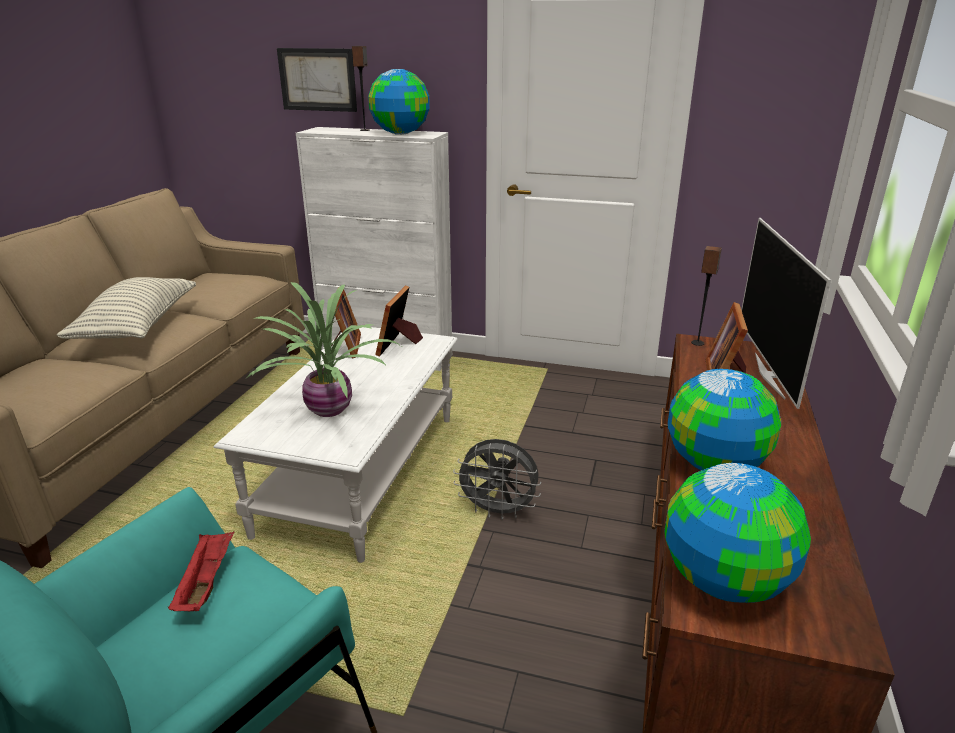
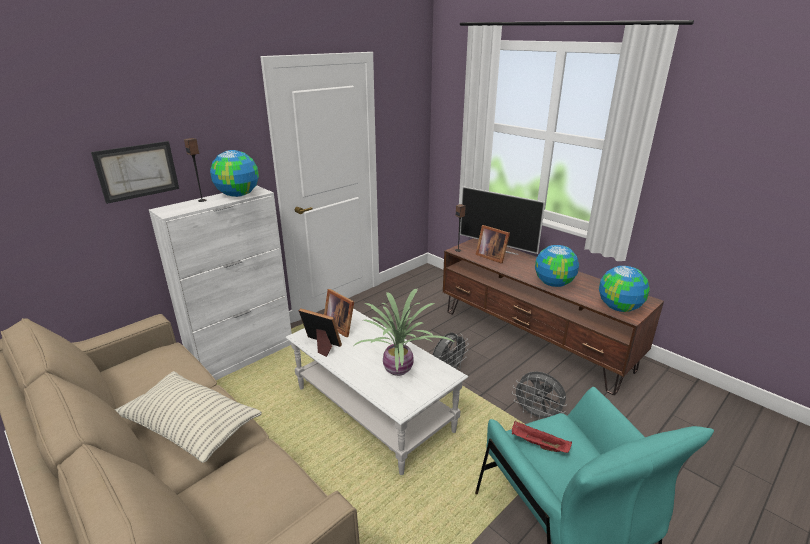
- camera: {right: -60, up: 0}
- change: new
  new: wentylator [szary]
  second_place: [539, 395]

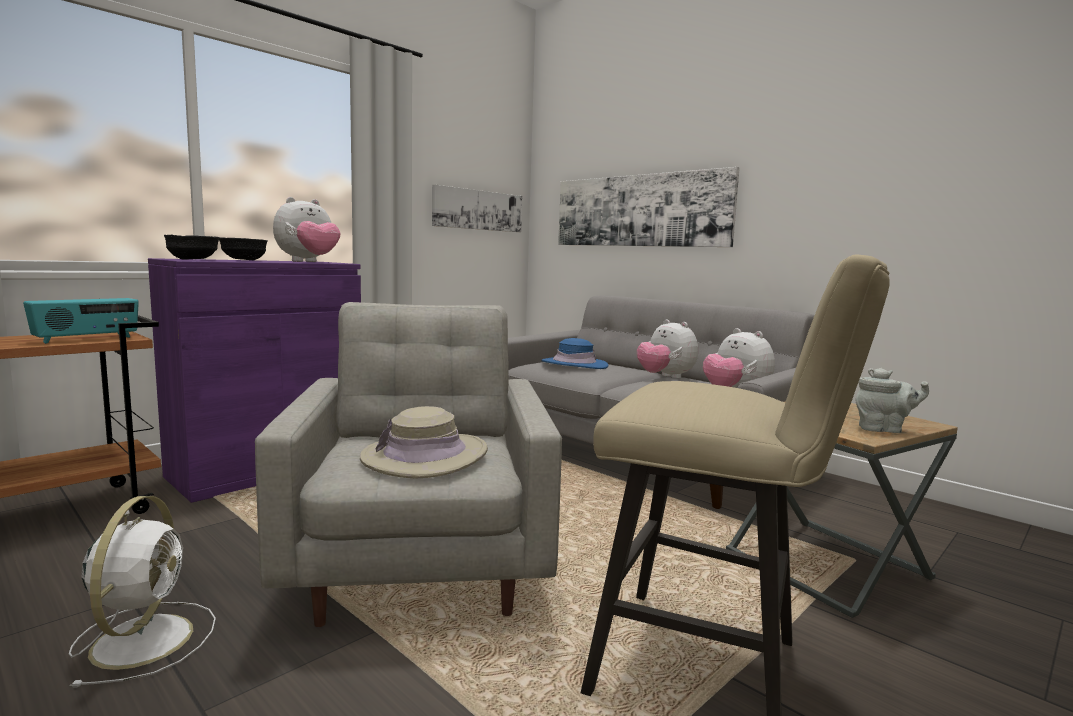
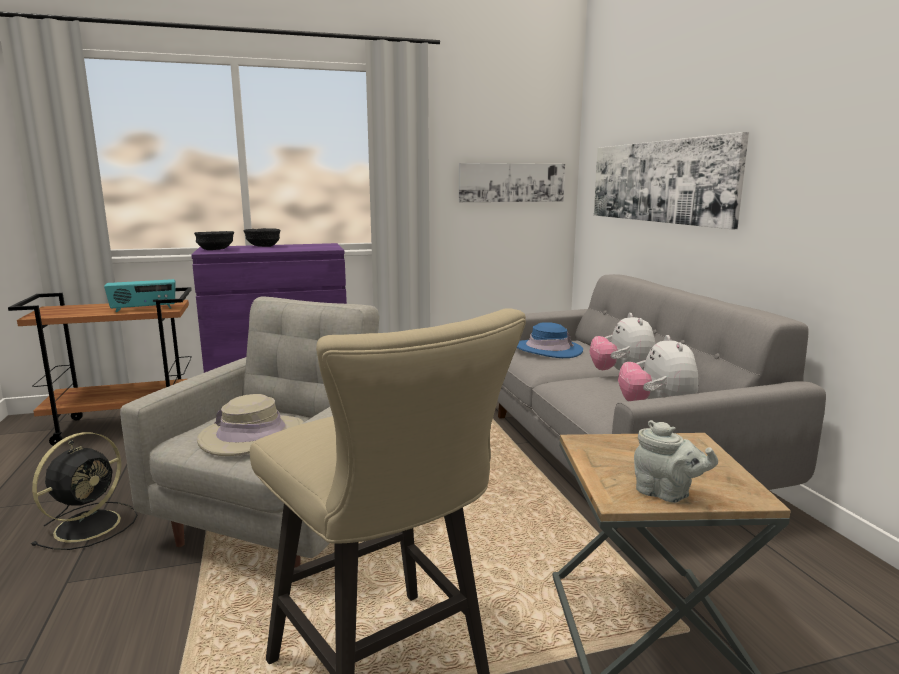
- camera: {right: 30, up: 5}
- change: gone
  old: pluszak
  first_place: [307, 229]
- change: repainted
  old: wentylator [biały]
  new: wentylator [czarny]
  first_place: [142, 592]
  second_place: [84, 491]

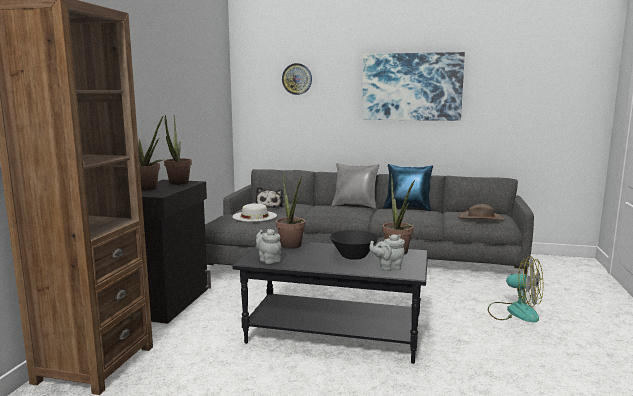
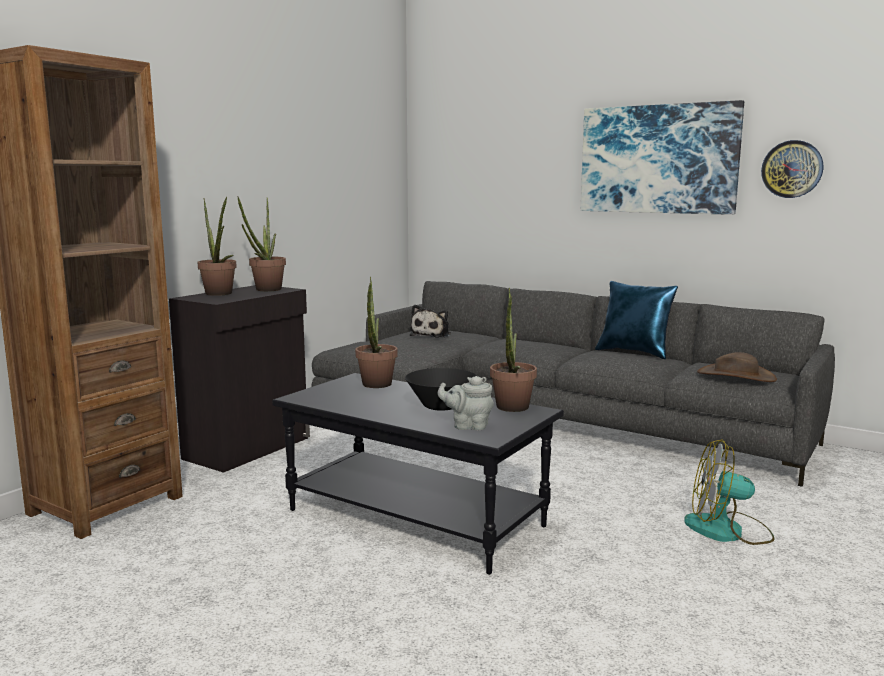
- camera: {right: 20, up: 0}
- change: shifted
  old: zegar ścienny
  first_place: [297, 79]
  second_place: [792, 169]
- change: gone
  old: poduszka [szary]
  first_place: [355, 186]
- change: gone
  old: kapelusz [biały]
  first_place: [254, 212]
- change: gone
  old: imbryk [szary]
  first_place: [268, 246]
- change: rotated
  old: wentylator
  first_place: [515, 289]
  second_place: [729, 492]
  degrees: 135

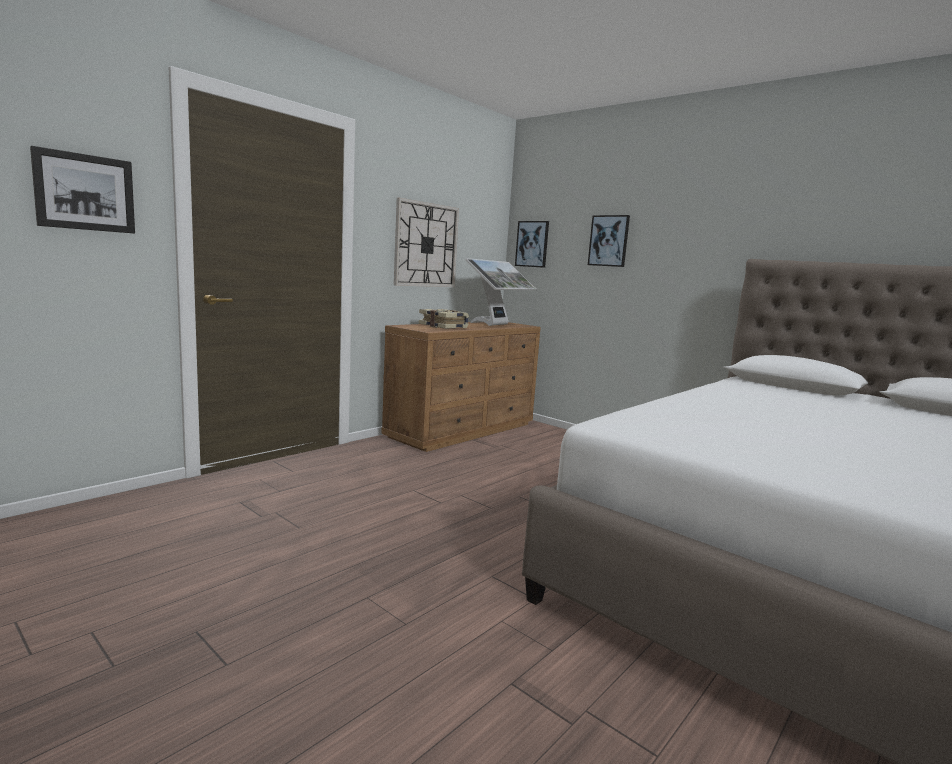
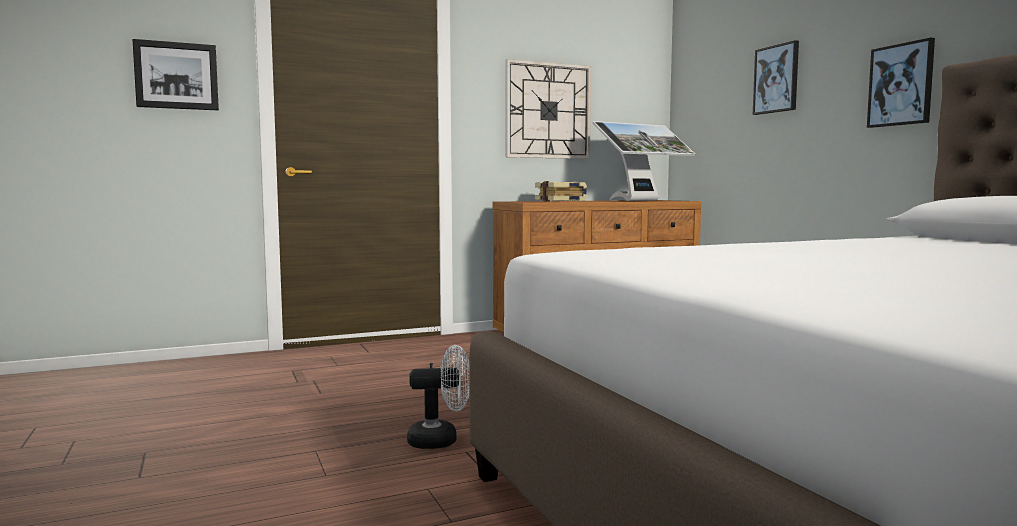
- camera: {right: 25, up: -5}
- change: shifted
  old: obraz
  first_place: [532, 244]
  second_place: [901, 83]
- change: new
  new: wentylator [biały]
  second_place: [438, 397]

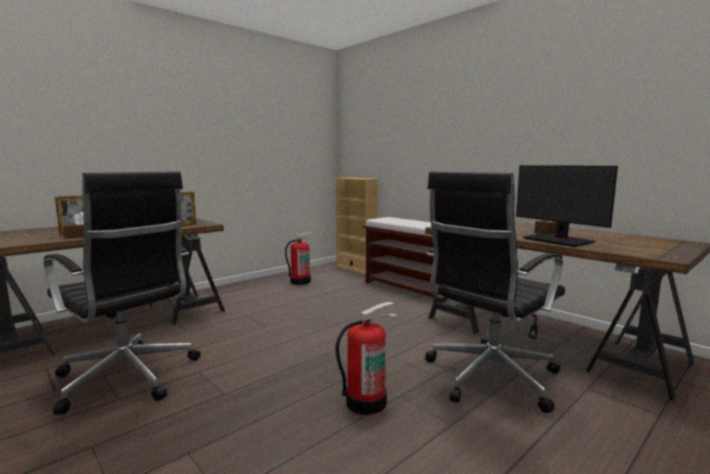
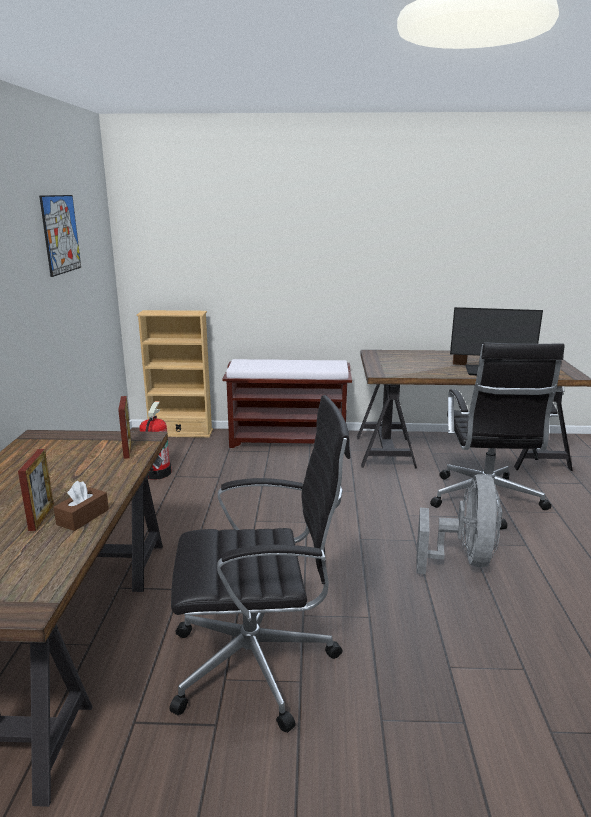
- camera: {right: -45, up: 10}
- change: swapped
  old: gaśnica
  new: wentylator [szary]
  first_place: [366, 358]
  second_place: [458, 524]
- change: new
  new: obraz
  second_place: [60, 236]

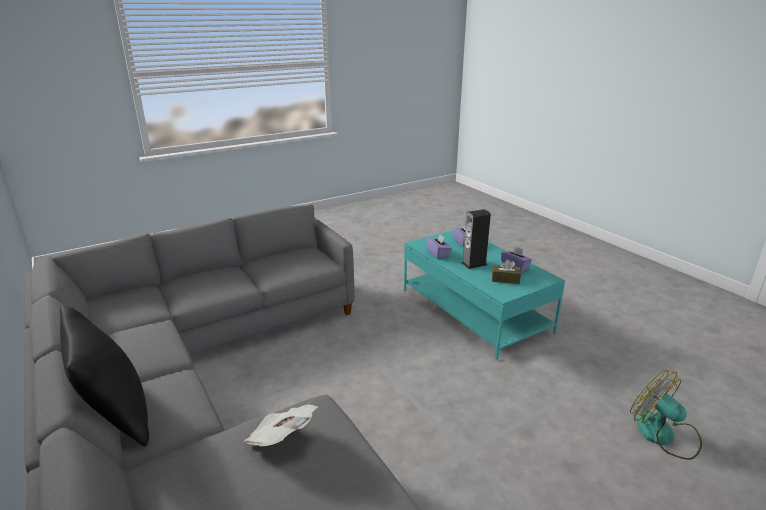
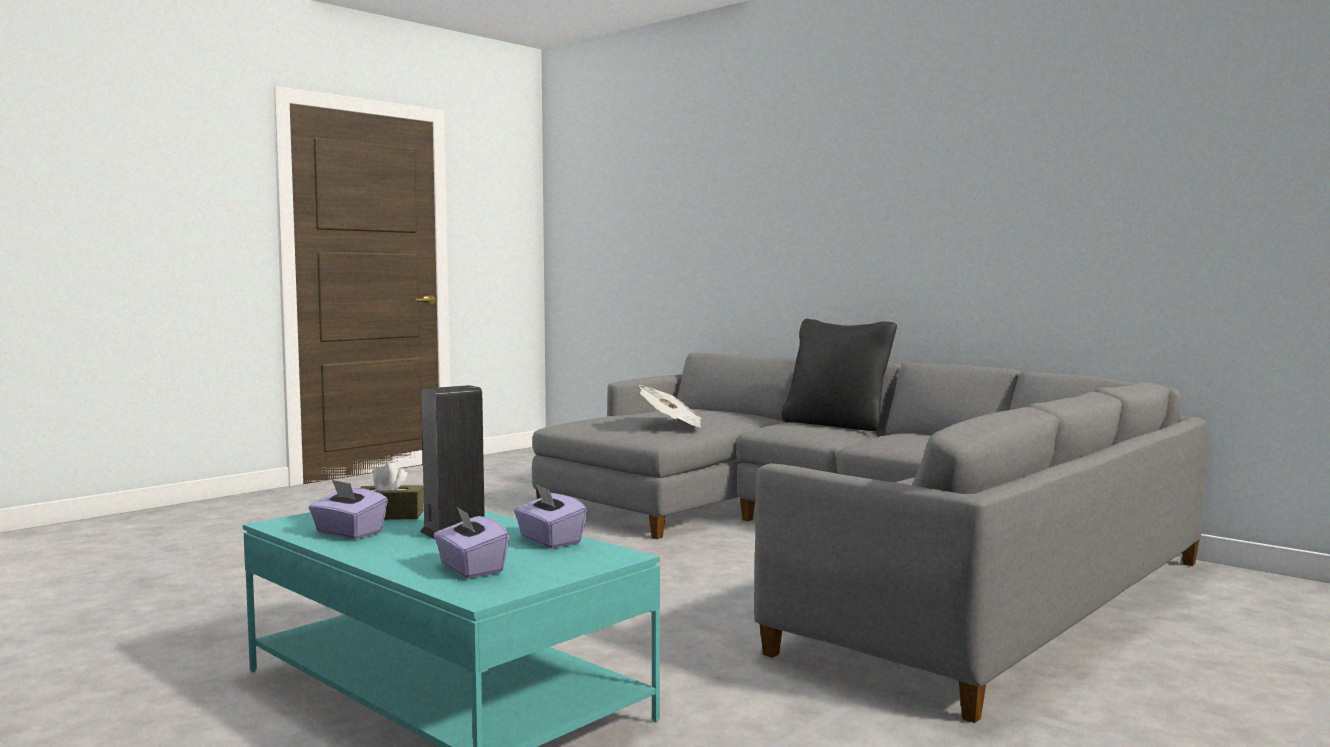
- camera: {right: 165, up: -20}
- change: gone
  old: wentylator
  first_place: [666, 415]

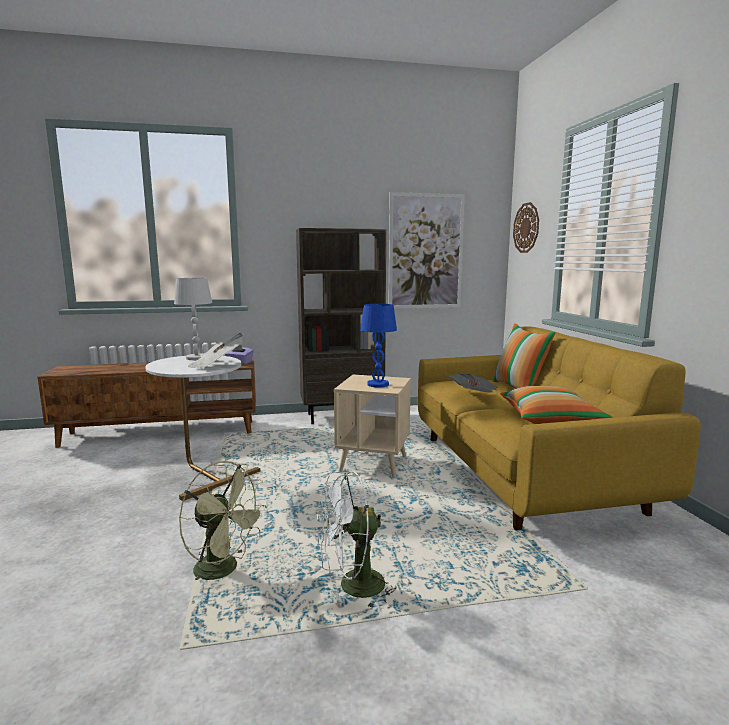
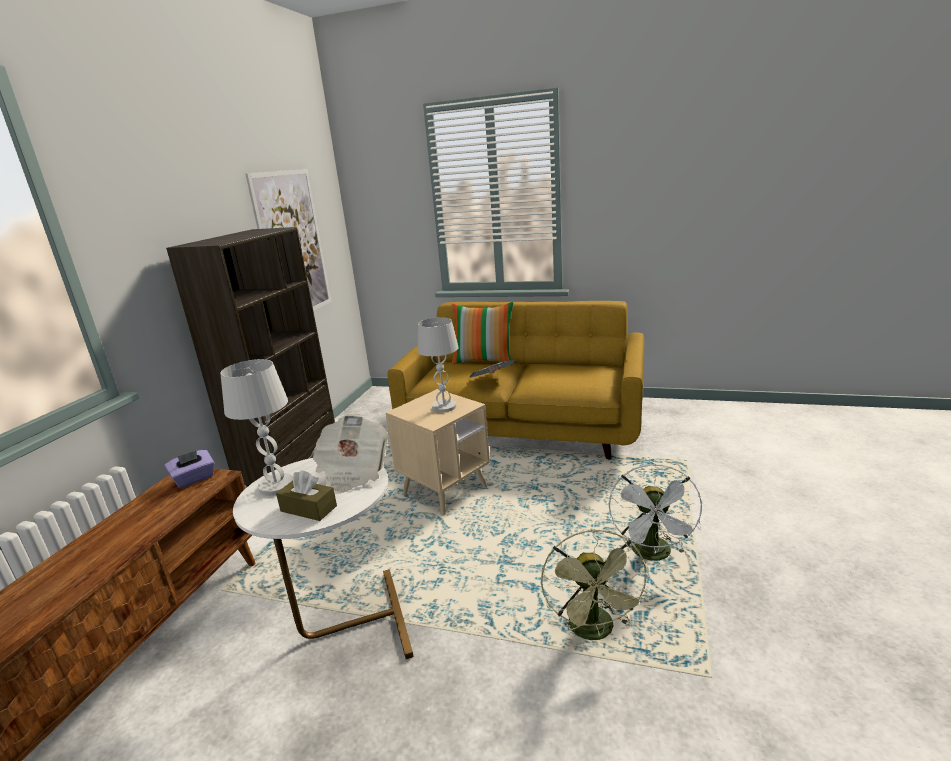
- camera: {right: -60, up: 10}
- change: gone
  old: zegar ścienny
  first_place: [526, 227]
- change: repainted
  old: lampa stołowa [niebieski]
  new: lampa stołowa [biały]
  first_place: [378, 346]
  second_place: [438, 364]
- change: gone
  old: poduszka
  first_place: [556, 405]
- change: rotated
  old: wentylator [zielony]
  first_place: [223, 521]
  second_place: [595, 584]
  degrees: 120
- change: new
  new: pudełko chusteczek [brązowy]
  second_place: [306, 495]

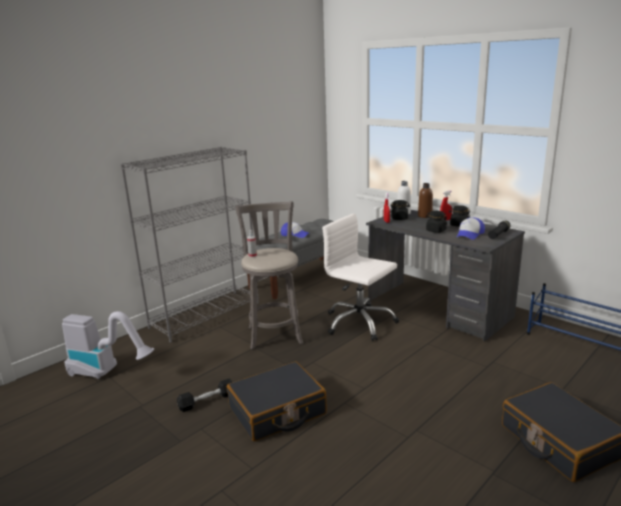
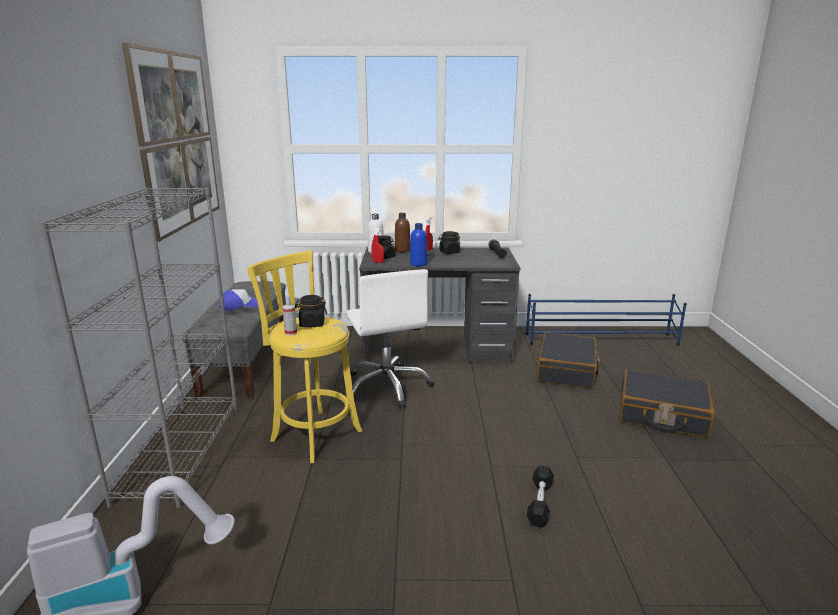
- camera: {right: -45, up: 0}
- change: repainted
  old: stołek [szary]
  new: stołek [żółty]
  first_place: [269, 275]
  second_place: [304, 356]
- change: shifted
  old: słoik [czarny]
  first_place: [436, 222]
  second_place: [311, 311]
- change: rotated
  old: krzesło biurowe [biały]
  first_place: [360, 277]
  second_place: [390, 339]
  degrees: -105
- change: gone
  old: czapka z daszkiem
  first_place: [471, 228]
- change: shifted
  old: walizka [czarny]
  first_place: [277, 401]
  second_place: [568, 360]
- change: shifted
  old: hantel [czarny]
  first_place: [205, 395]
  second_place: [540, 496]
- change: new
  new: obraz
  second_place: [171, 142]
- change: new
  new: butelka [niebieski]
  second_place: [418, 244]

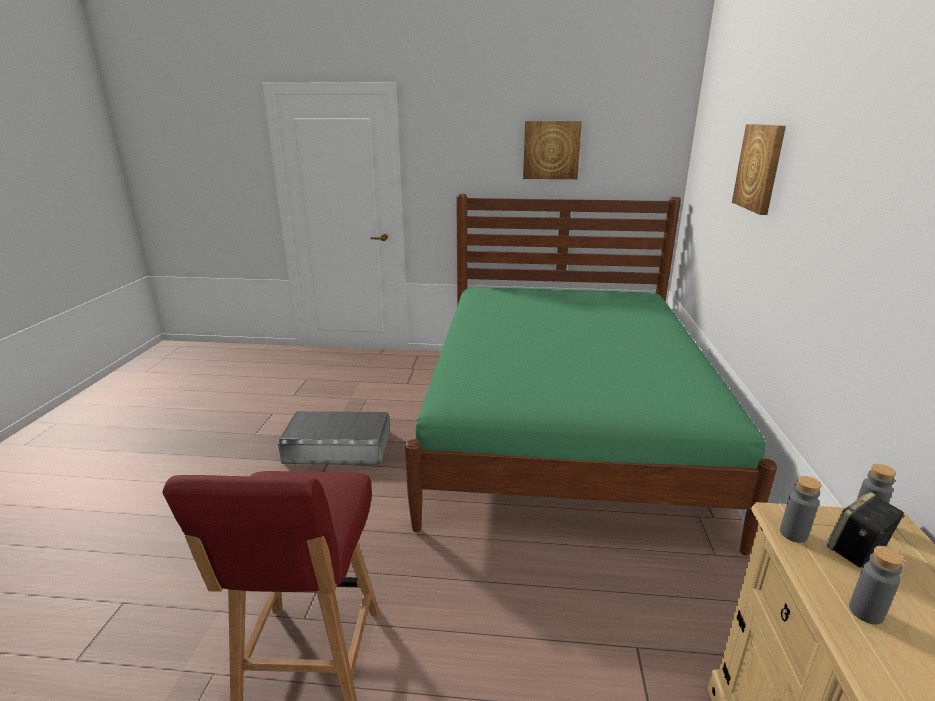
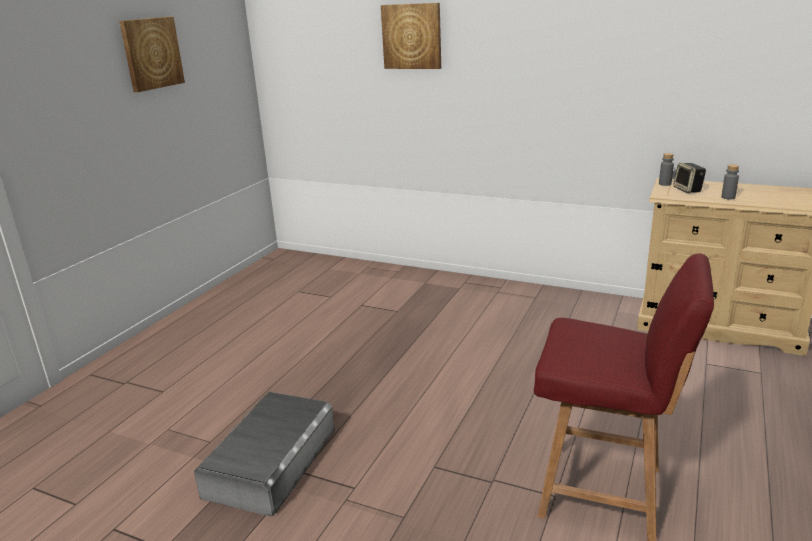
- camera: {right: -70, up: 0}
- change: gone
  old: łóżko [zielony]
  first_place: [591, 375]
- change: gone
  old: butelka [szary]
  first_place: [800, 509]

